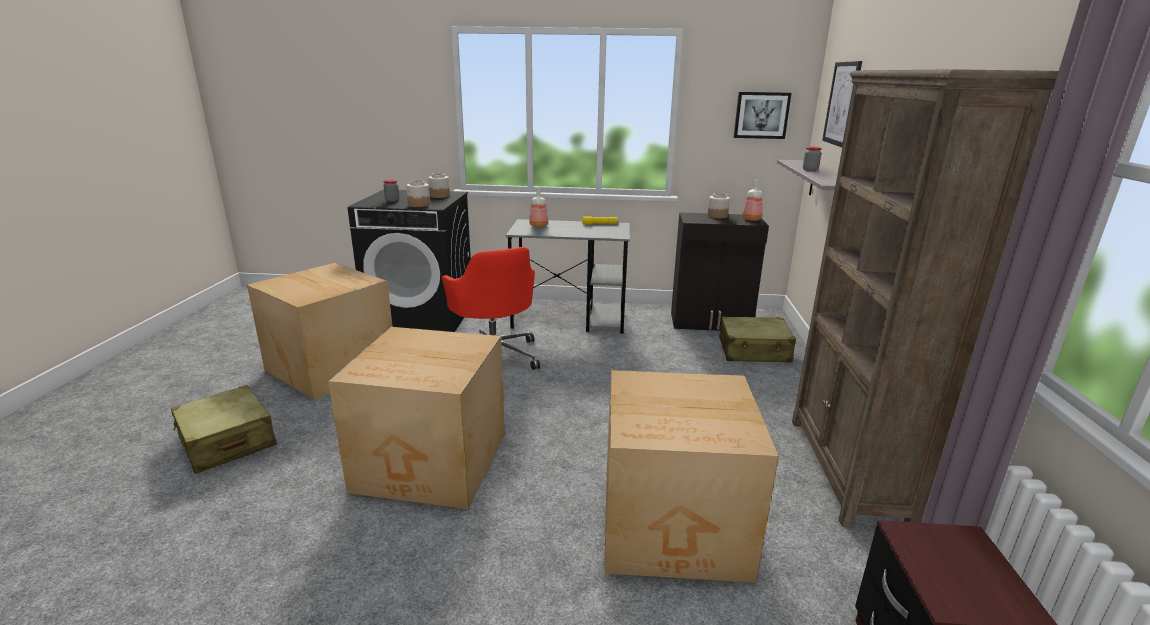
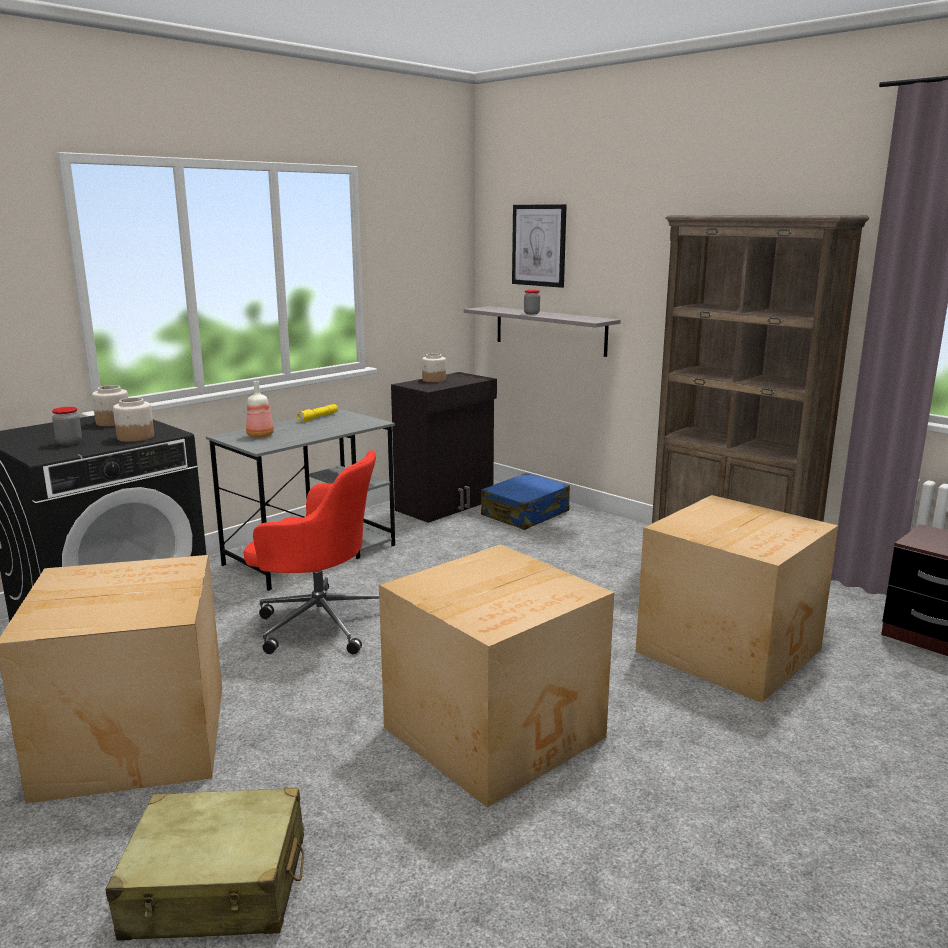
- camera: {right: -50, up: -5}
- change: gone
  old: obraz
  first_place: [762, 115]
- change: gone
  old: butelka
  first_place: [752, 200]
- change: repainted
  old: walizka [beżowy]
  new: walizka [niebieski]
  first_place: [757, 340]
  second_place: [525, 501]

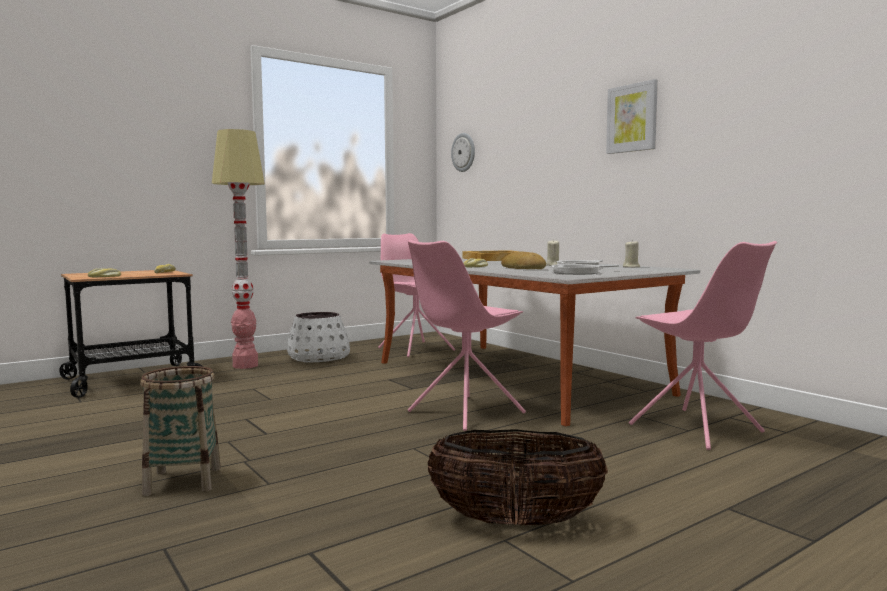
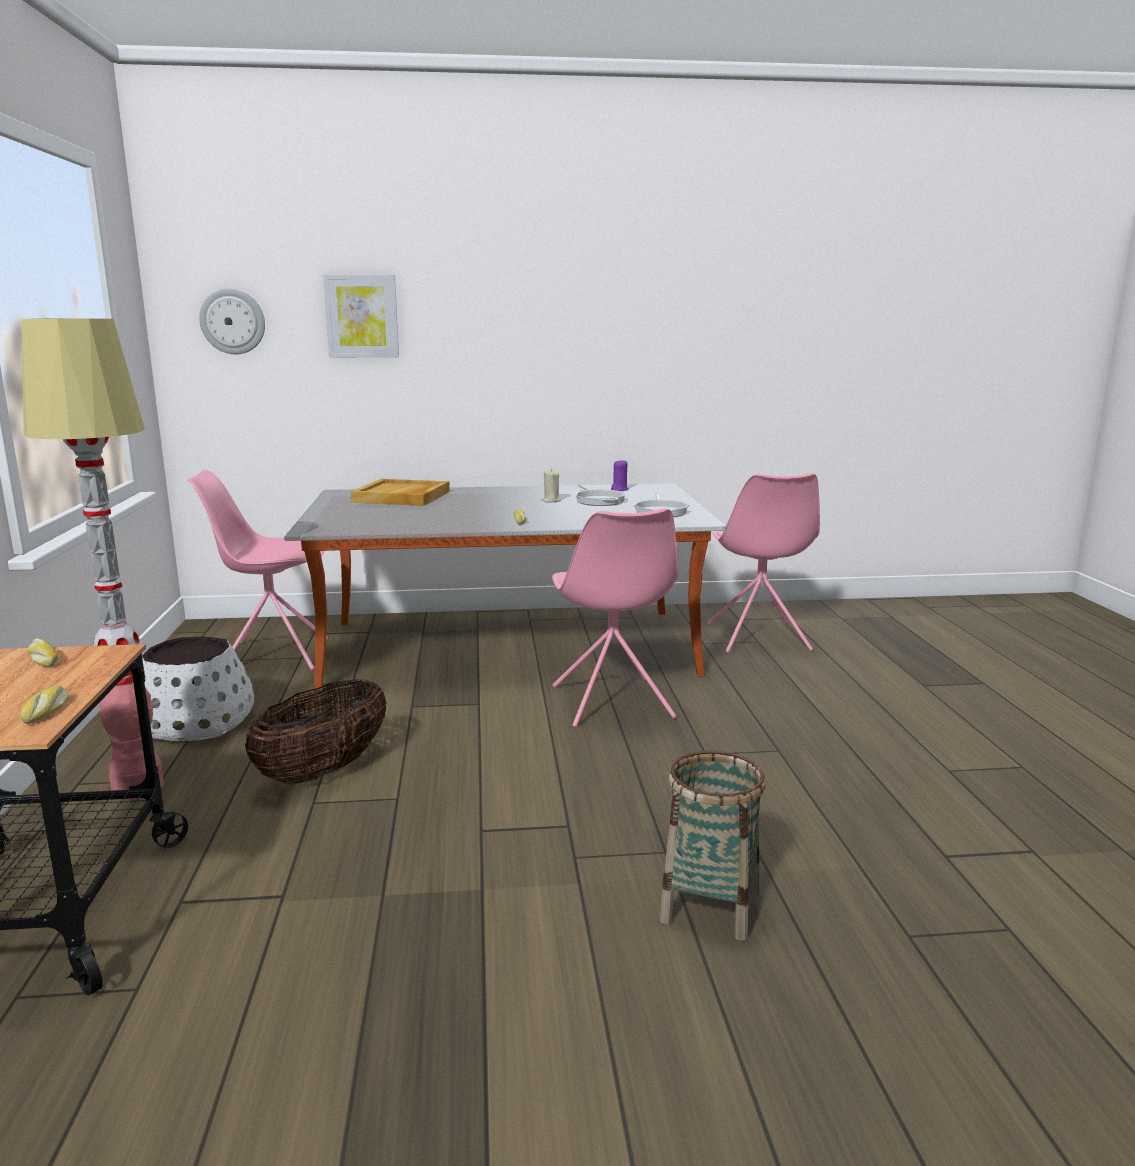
- camera: {right: -60, up: 10}
- change: shifted
  old: obraz
  first_place: [632, 116]
  second_place: [361, 316]
- change: repainted
  old: świeca [beżowy]
  new: świeca [fioletowy]
  first_place: [631, 254]
  second_place: [620, 475]
- change: rotated
  old: krzesło [różowy]
  first_place: [703, 345]
  second_place: [763, 563]
  degrees: 90
- change: gone
  old: chleb
  first_place: [523, 260]
- change: shifted
  old: koszyk
  first_place: [518, 477]
  second_place: [316, 732]

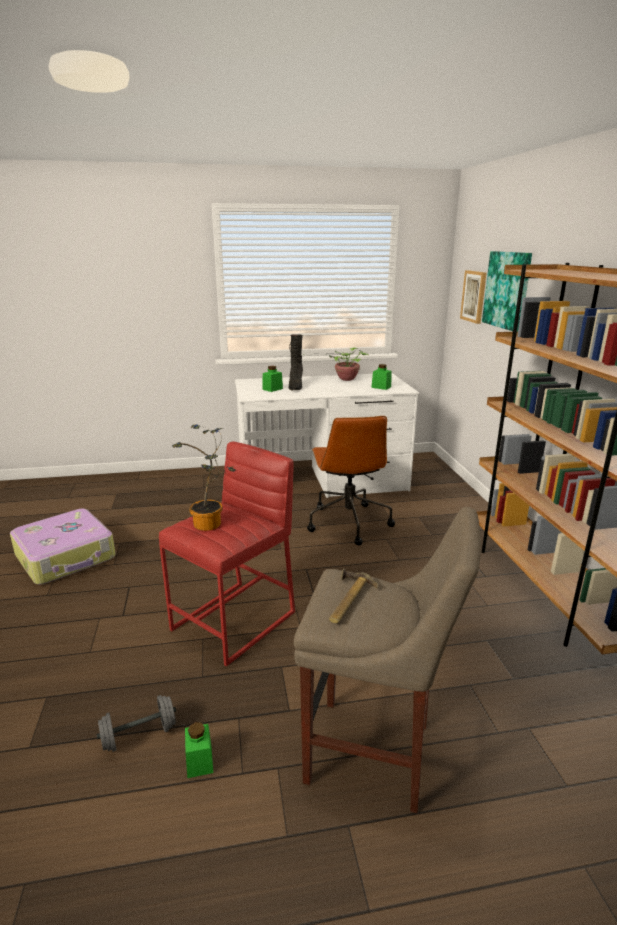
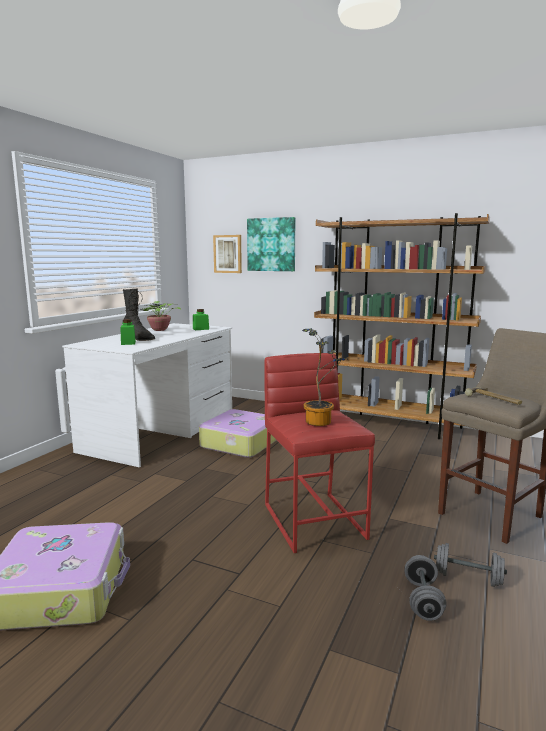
- camera: {right: -55, up: -10}
- change: swapped
  old: krzesło biurowe [brązowy]
  new: walizka
  first_place: [351, 481]
  second_place: [238, 433]
- change: swapped
  old: słoik [zielony]
  new: hantel [szary]
  first_place: [199, 750]
  second_place: [470, 565]

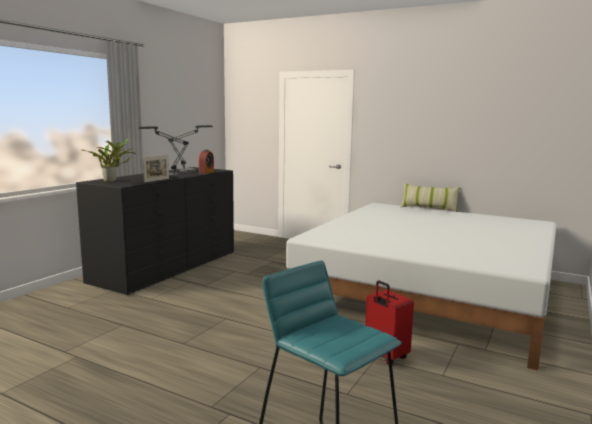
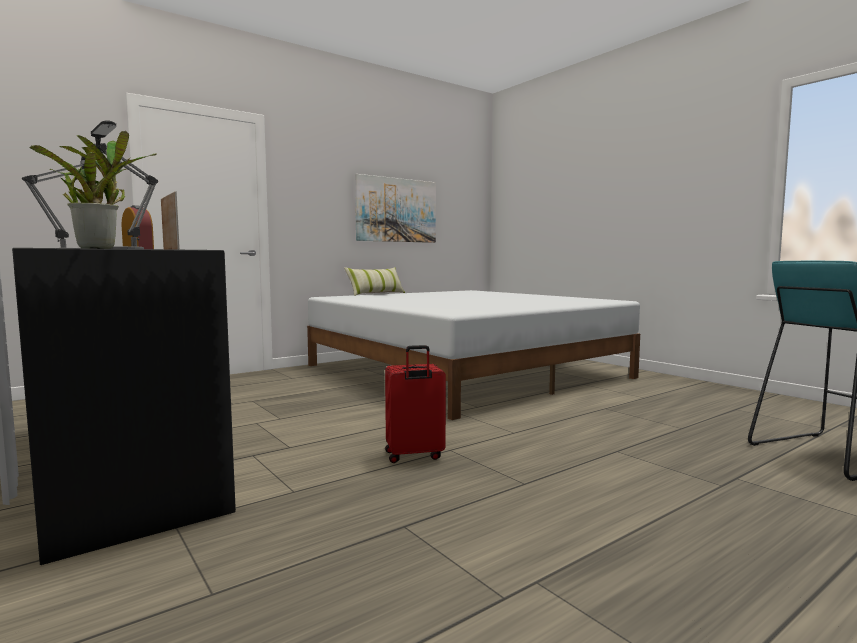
- camera: {right: -65, up: -5}
- change: shifted
  old: walizka [czerwony]
  first_place: [389, 322]
  second_place: [415, 404]
- change: new
  new: obraz
  second_place: [395, 208]

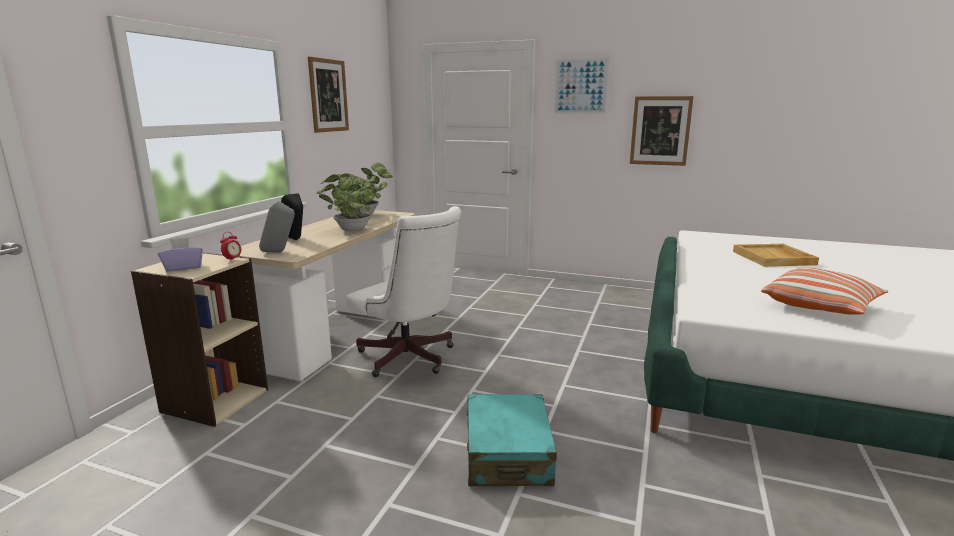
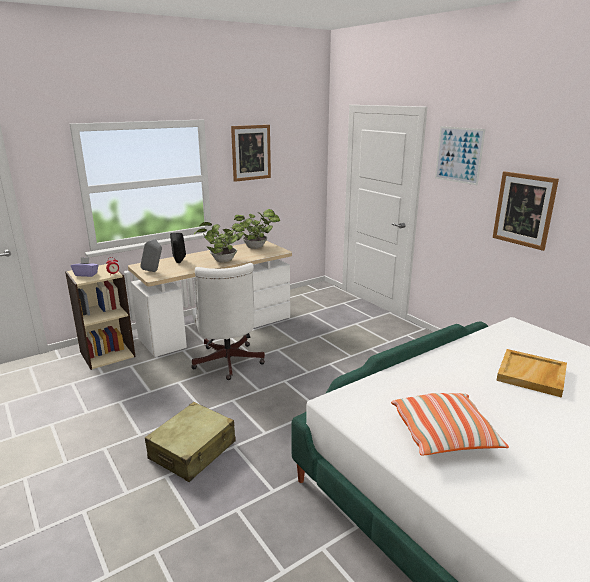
- camera: {right: 35, up: 5}
- change: repainted
  old: walizka [turkusowy]
  new: walizka [beżowy]
  first_place: [512, 440]
  second_place: [190, 442]

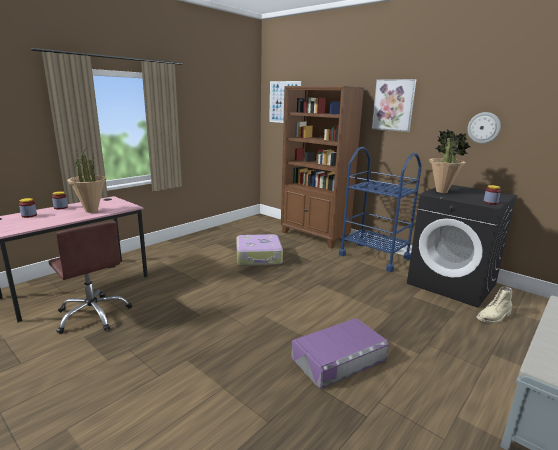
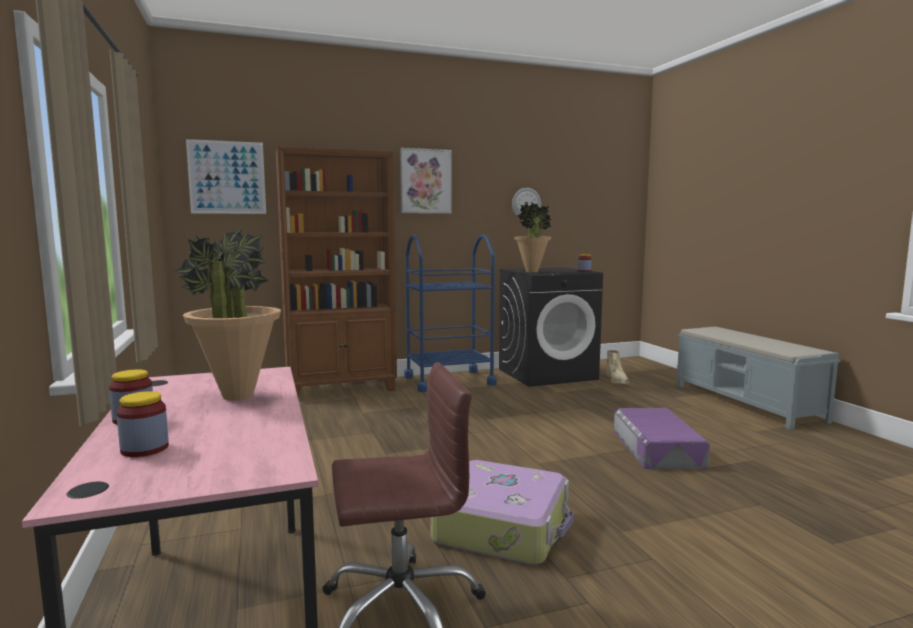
- camera: {right: -60, up: -10}
- change: shifted
  old: walizka
  first_place: [260, 250]
  second_place: [502, 512]

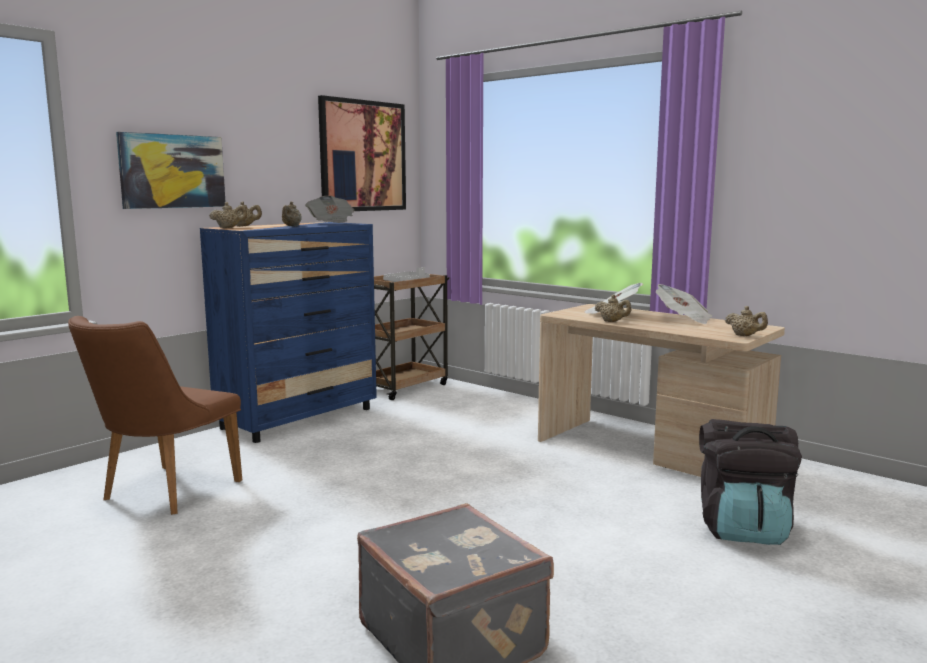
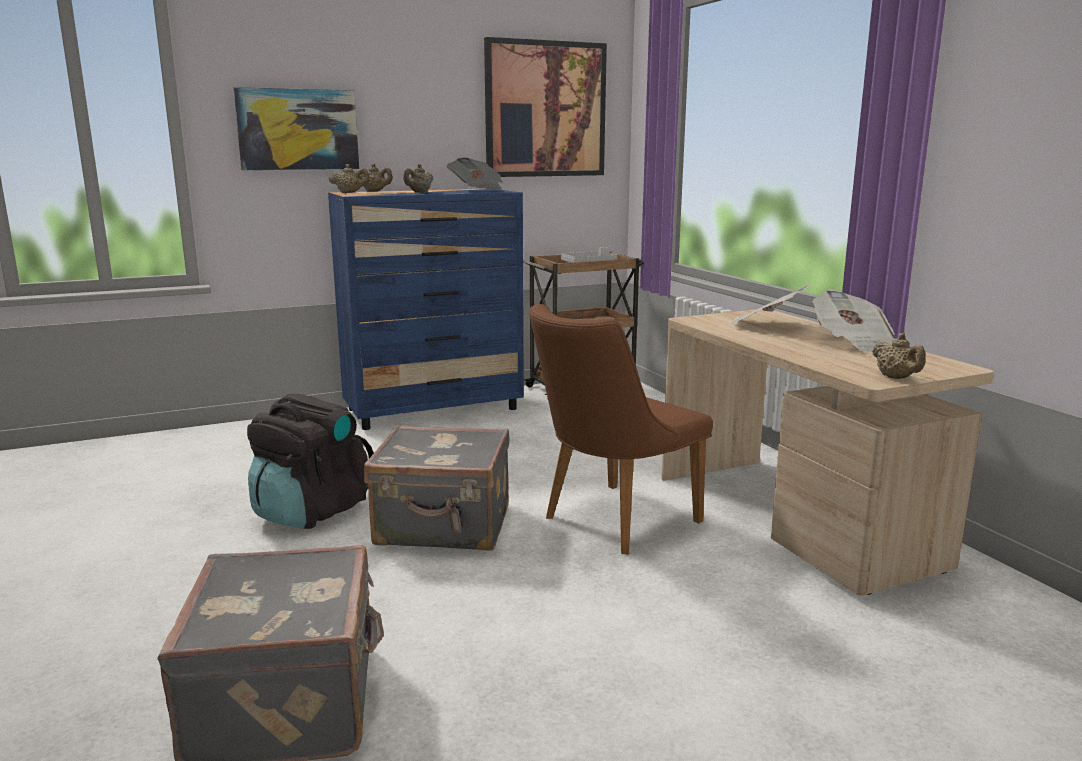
- camera: {right: 25, up: 5}
- change: gone
  old: imbryk [beżowy]
  first_place: [613, 308]
- change: shifted
  old: krzesło [brązowy]
  first_place: [155, 415]
  second_place: [621, 429]
- change: shifted
  old: plecak [czarny]
  first_place: [750, 482]
  second_place: [310, 461]
- change: new
  new: walizka [szary]
  second_place: [436, 488]

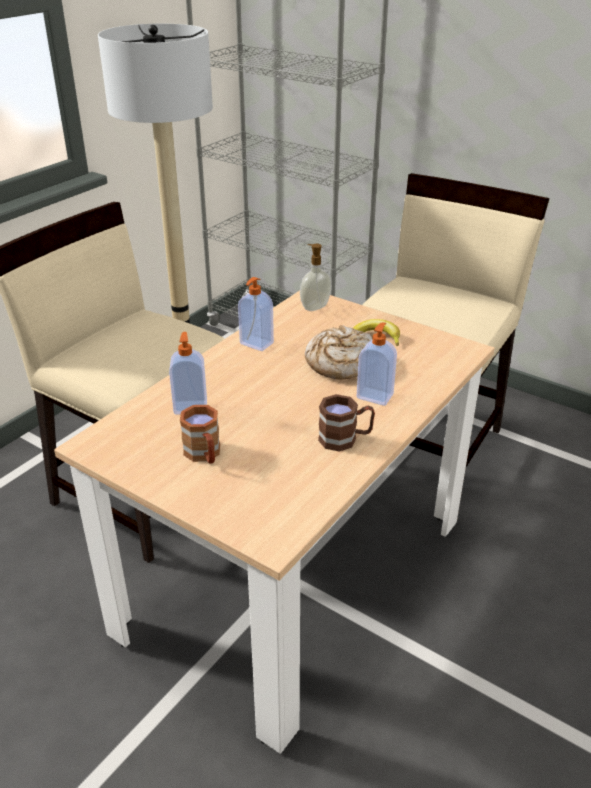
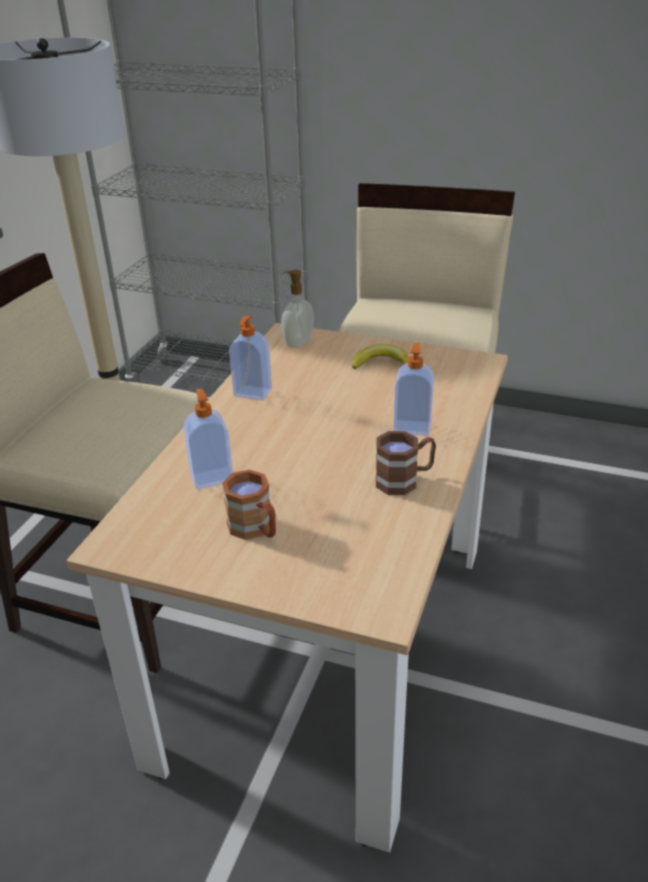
- camera: {right: -15, up: 0}
- change: gone
  old: chleb
  first_place: [338, 352]

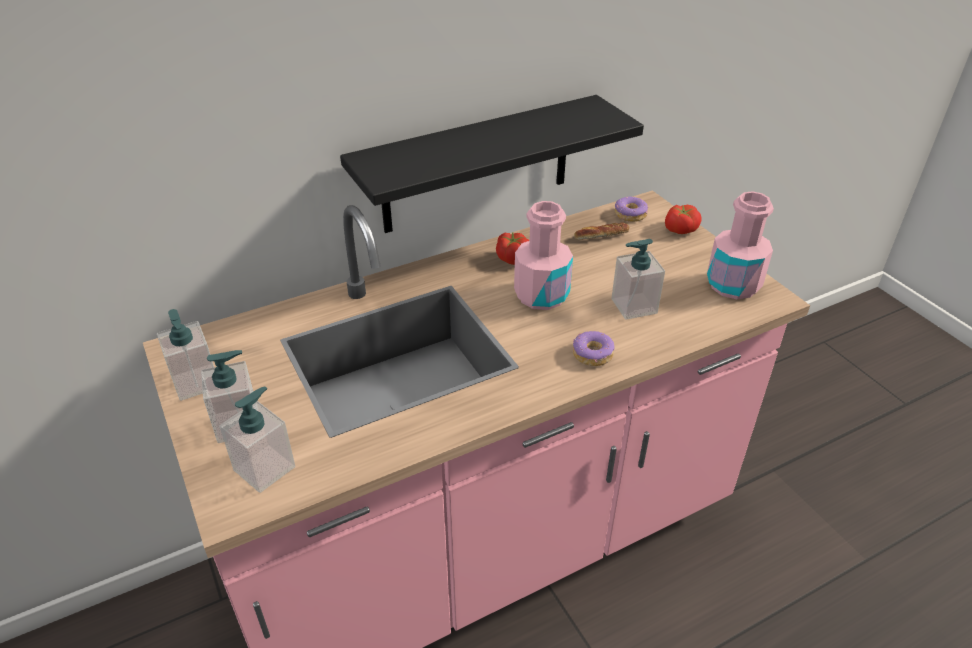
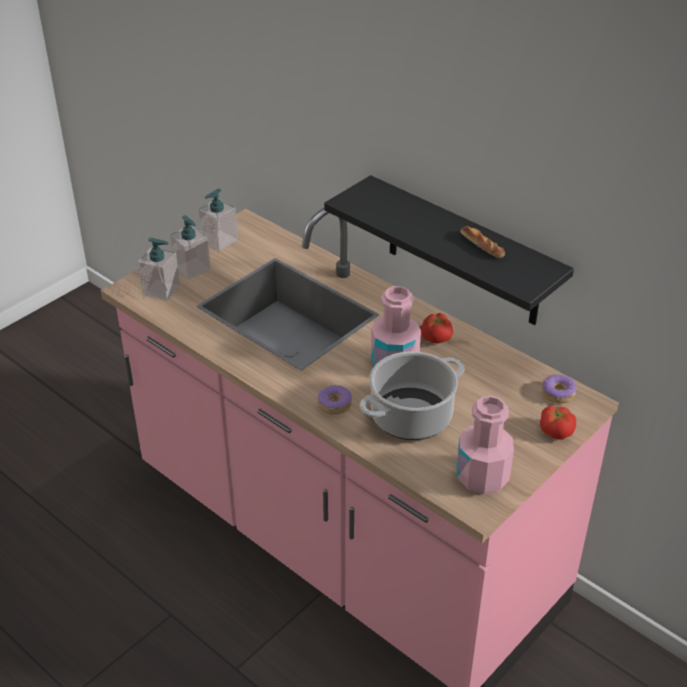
- camera: {right: 70, up: 0}
- change: shifted
  old: chleb
  first_place: [602, 231]
  second_place: [482, 242]
- change: swapped
  old: dozownik mydła
  new: garnek
  first_place: [638, 279]
  second_place: [412, 395]

